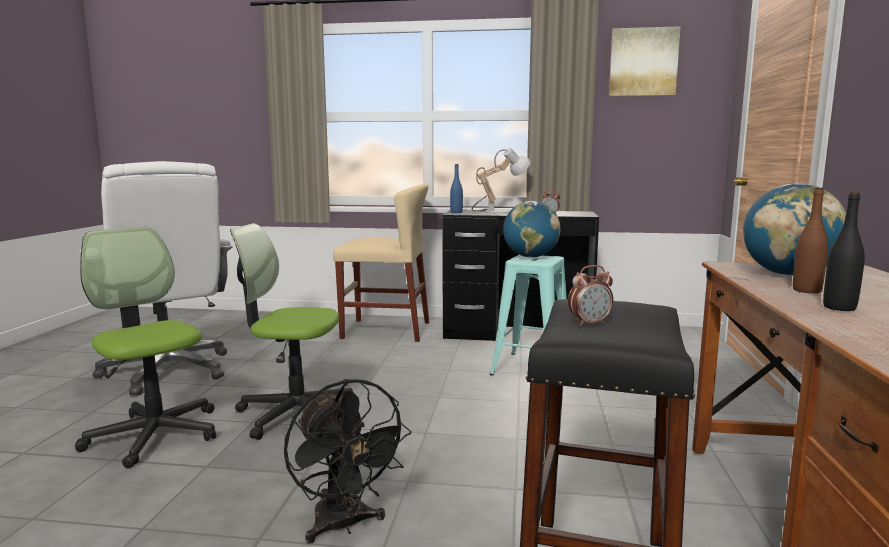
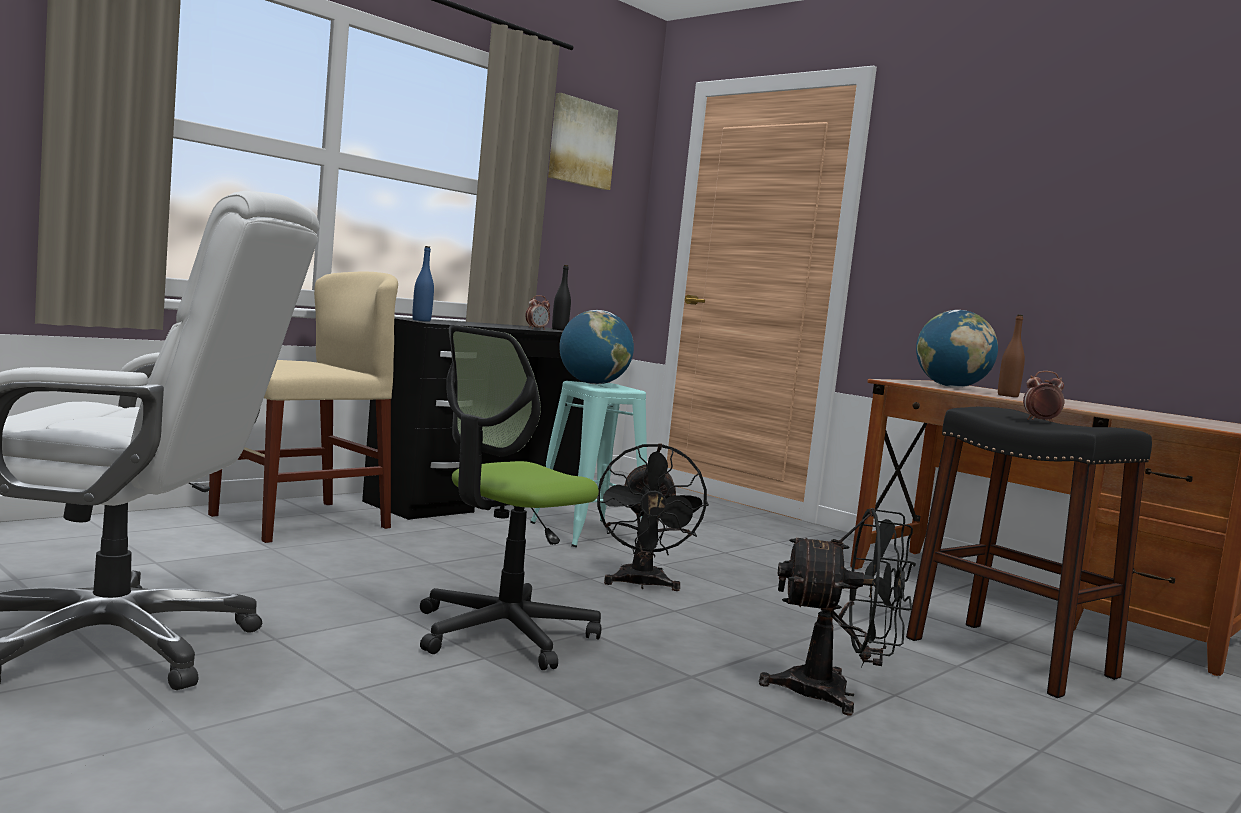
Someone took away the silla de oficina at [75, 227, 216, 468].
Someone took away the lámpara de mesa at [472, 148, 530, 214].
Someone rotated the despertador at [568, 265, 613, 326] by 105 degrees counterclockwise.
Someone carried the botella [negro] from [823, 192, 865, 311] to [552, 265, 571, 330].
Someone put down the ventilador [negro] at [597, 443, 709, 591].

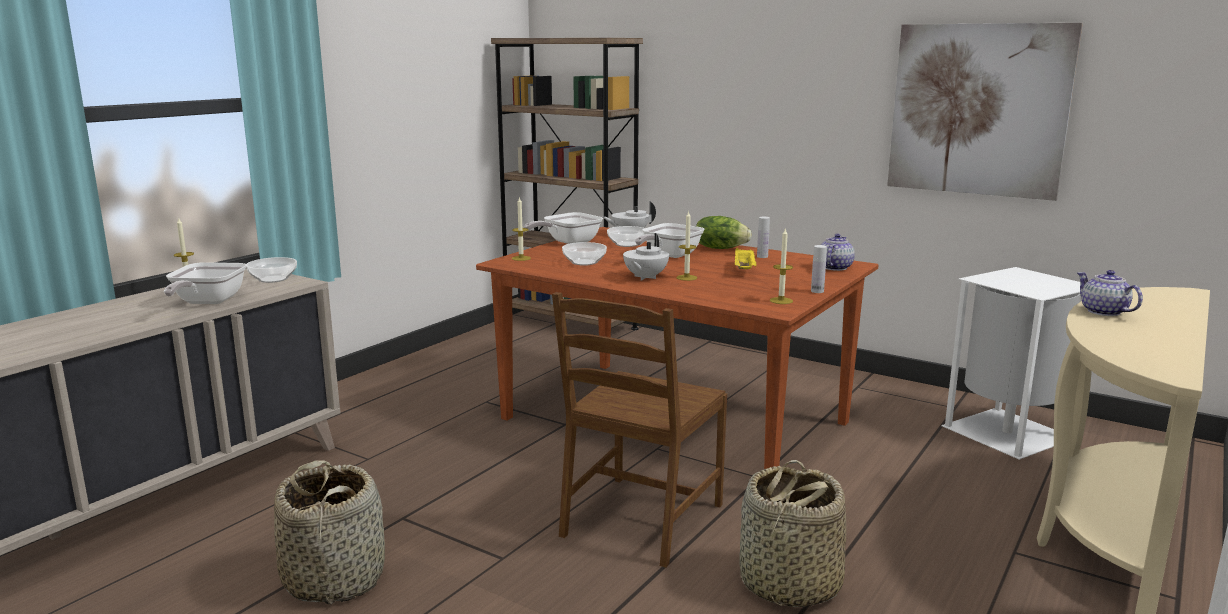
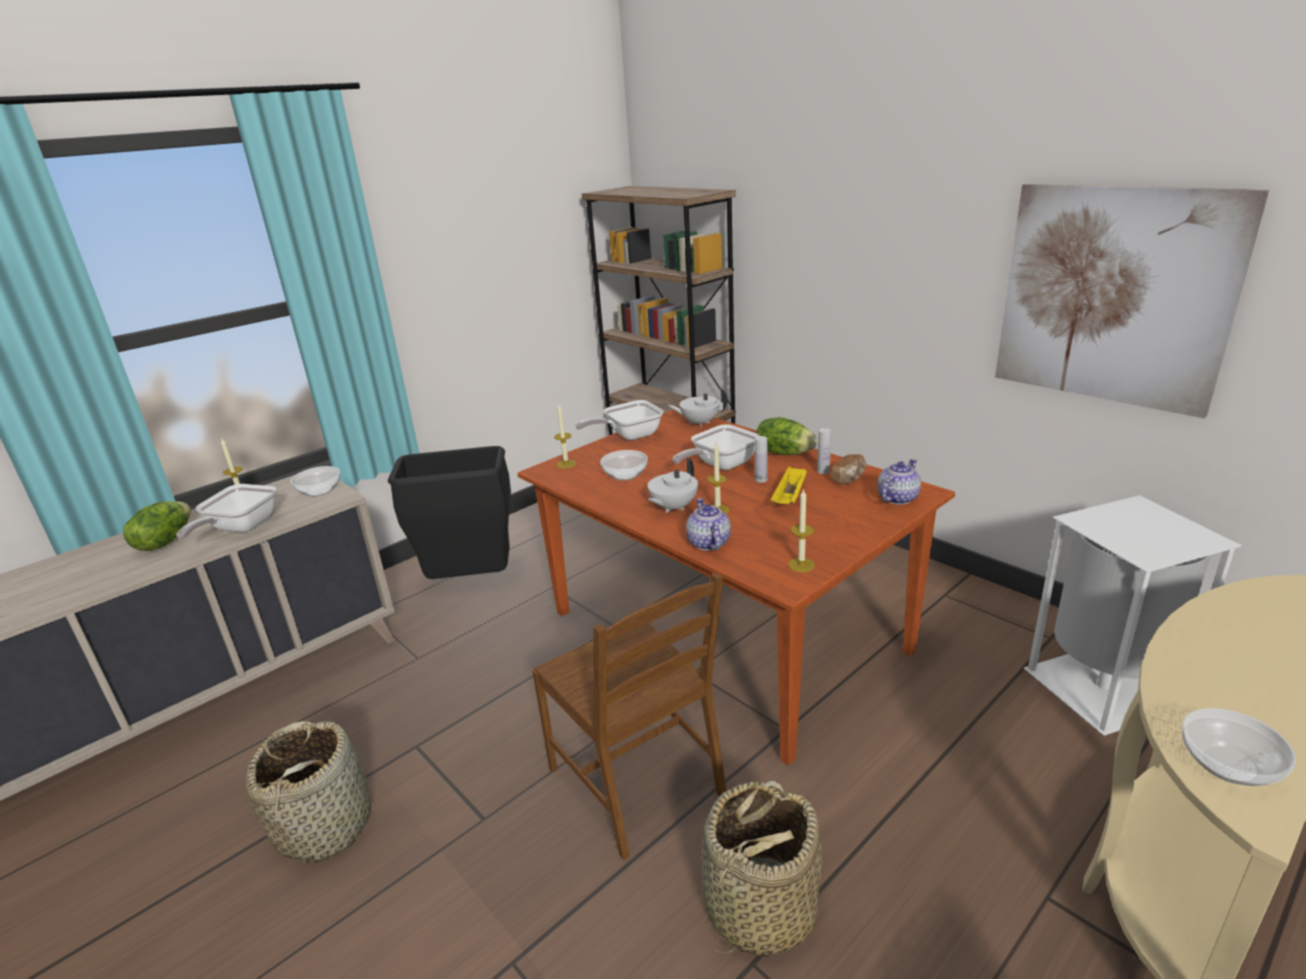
Someone rotated the silla [marrón] at [552, 292, 727, 568] by 75 degrees counterclockwise.
Someone carried the cuenco from [607, 226, 645, 247] to [1182, 708, 1296, 786].
Someone carried the botella [blanco] from [811, 245, 827, 293] to [755, 436, 768, 483].
Someone carried the tetera from [1077, 270, 1143, 316] to [686, 498, 731, 551].
Someone put down the lechuga at [123, 501, 191, 551].
Someone put down the papelera [negro] at [388, 446, 511, 579].
Someone put down the pan at [831, 454, 867, 485].

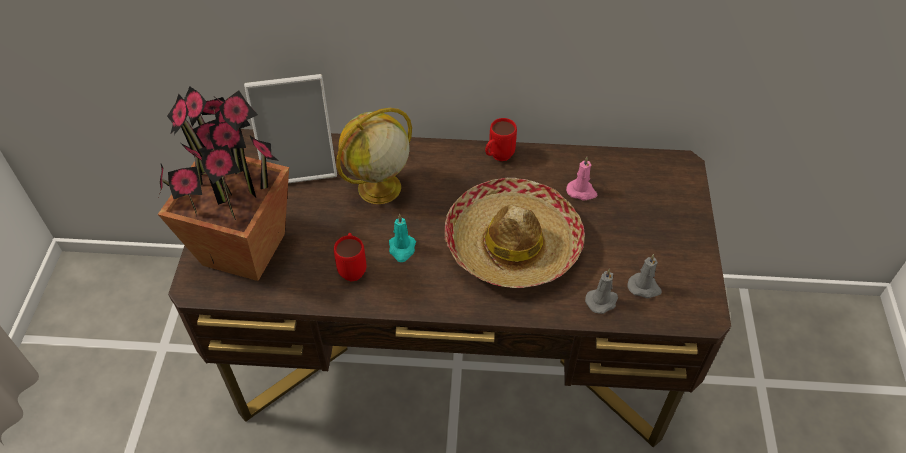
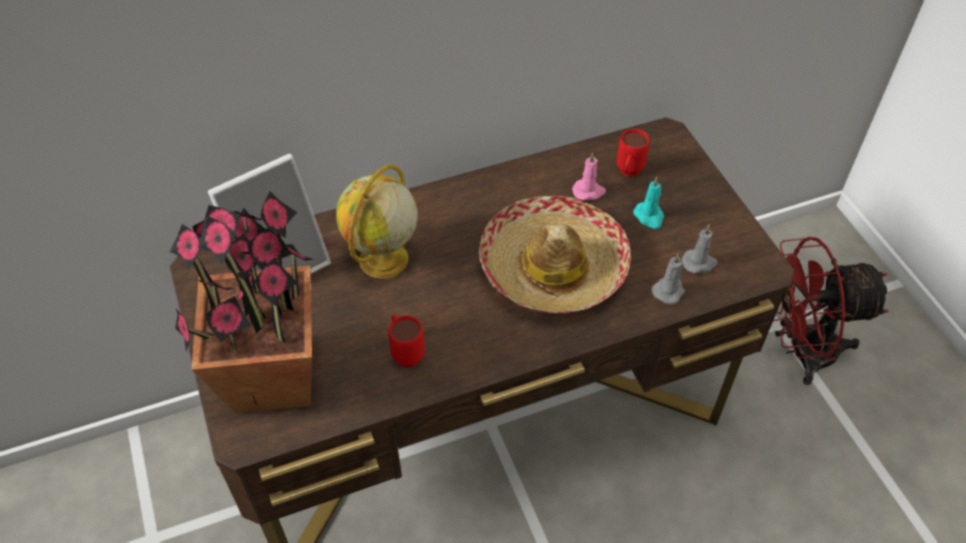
Someone carried the vela [turquesa] from [389, 214, 416, 262] to [633, 177, 664, 229].
Someone carried the taza grande [rojo] from [485, 118, 517, 161] to [617, 129, 650, 176].
Someone put down the ventilador [rojo] at [773, 237, 889, 385].

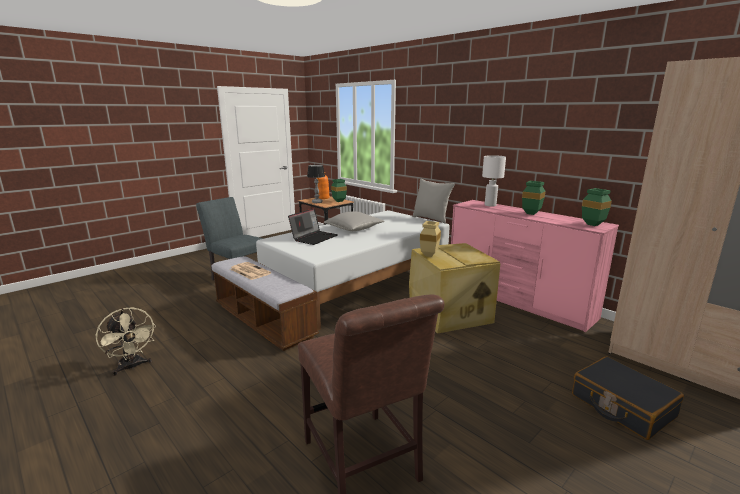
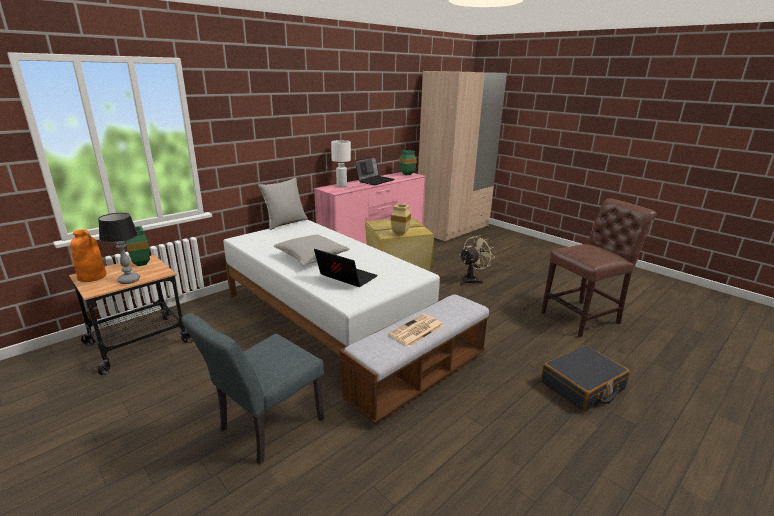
Someone carried the ventilador [beis] from [96, 307, 156, 376] to [459, 235, 495, 285].
Someone swapped the florero [verde] at [522, 181, 545, 215] for the portátil at [355, 156, 394, 185].
Someone carried the maleta [negro] from [572, 356, 684, 440] to [541, 345, 630, 412].

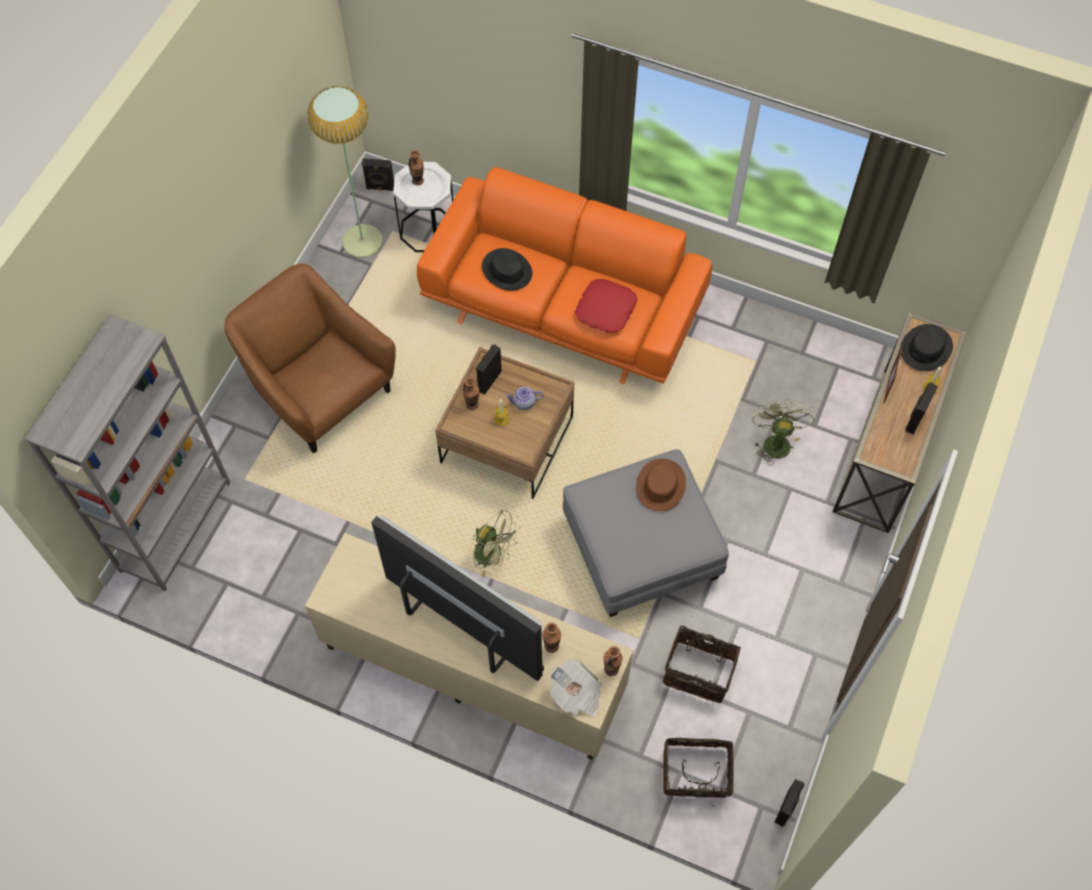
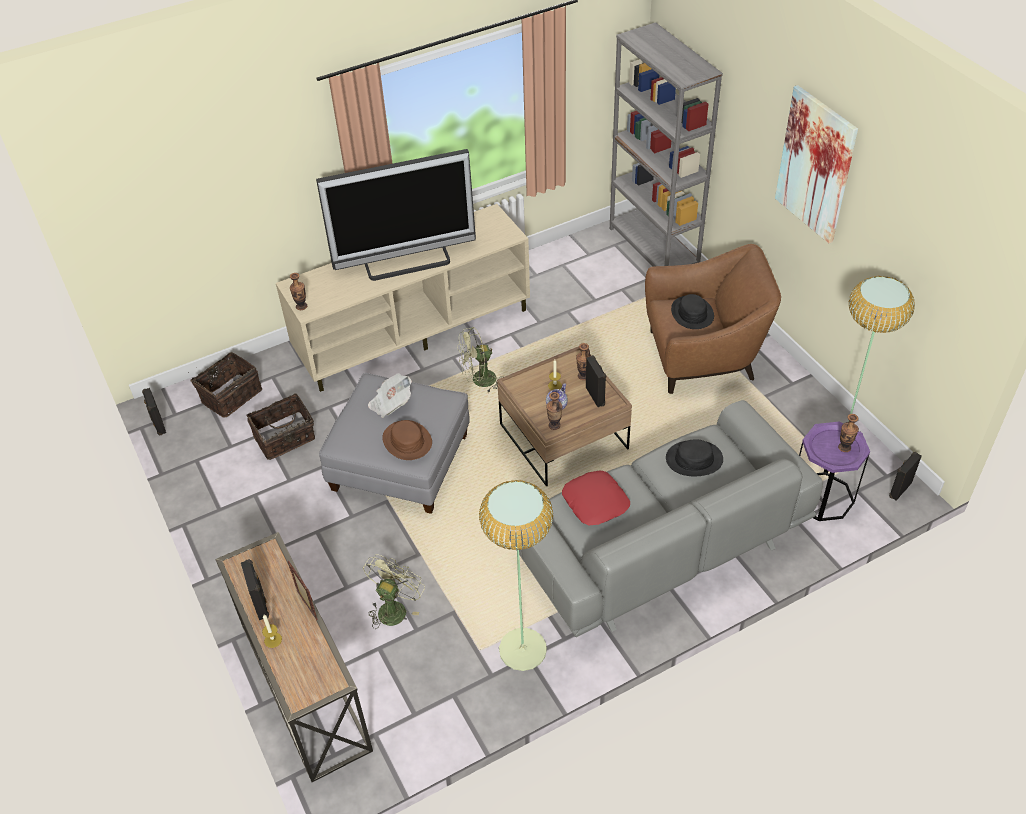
Someone repainted the mesa auxiliar [blanco] at [393, 162, 453, 252], which became the mesa auxiliar [morado] at [799, 421, 870, 521].
Someone repainted the sofá [naranja] at [417, 167, 712, 384], which became the sofá [gris] at [510, 400, 823, 637].
Someone carried the florero from [542, 622, 561, 653] to [546, 392, 562, 430].
Someone carried the periódico from [550, 659, 602, 716] to [368, 373, 412, 418].
Someone rotated the ventilador [verde] at [752, 399, 814, 466] by 105 degrees counterclockwise.
Someone carried the sombrero [negro] from [900, 324, 953, 371] to [671, 294, 714, 329].
Someone put down the lámpara de pie at [479, 480, 553, 671].
Someone put up the cuadro at [775, 85, 858, 243].

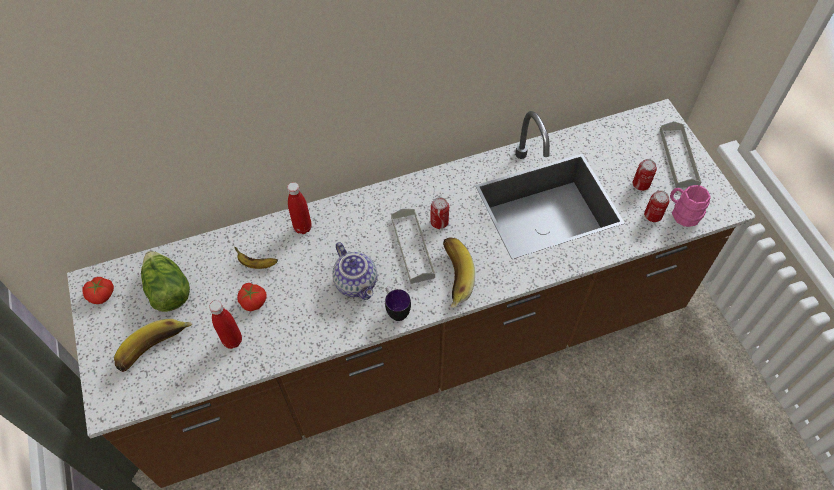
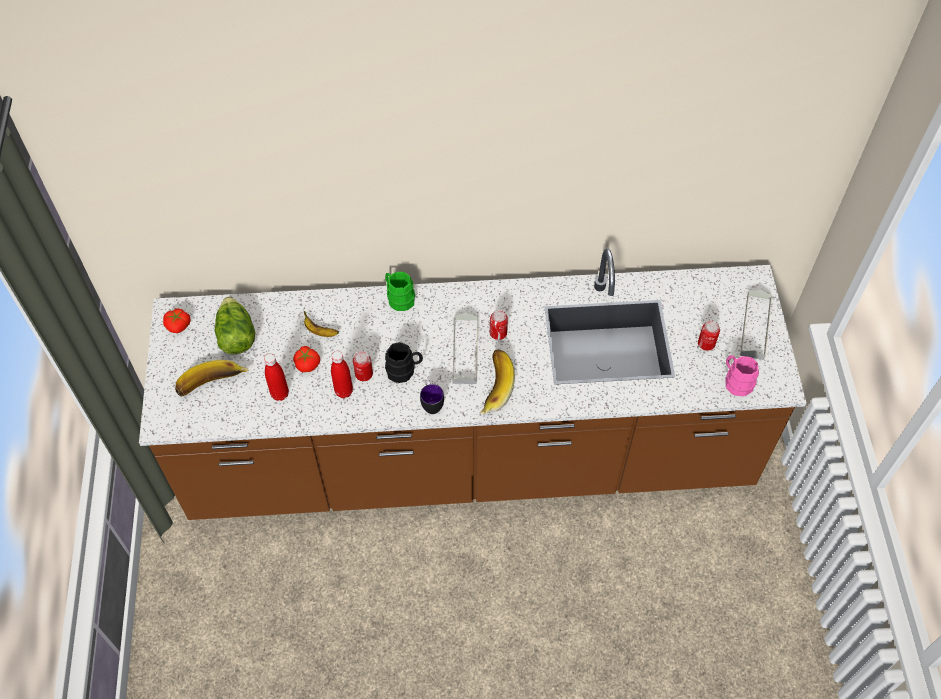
Someone carried the botella [rojo] from [287, 182, 312, 234] to [331, 351, 353, 398].
Someone swapped the tetera at [332, 242, 377, 300] for the taza grande [negro] at [385, 342, 423, 383].
Someone carried the lata from [644, 190, 670, 222] to [353, 351, 373, 381].
Someone put down the taza grande [verde] at [385, 272, 415, 311].

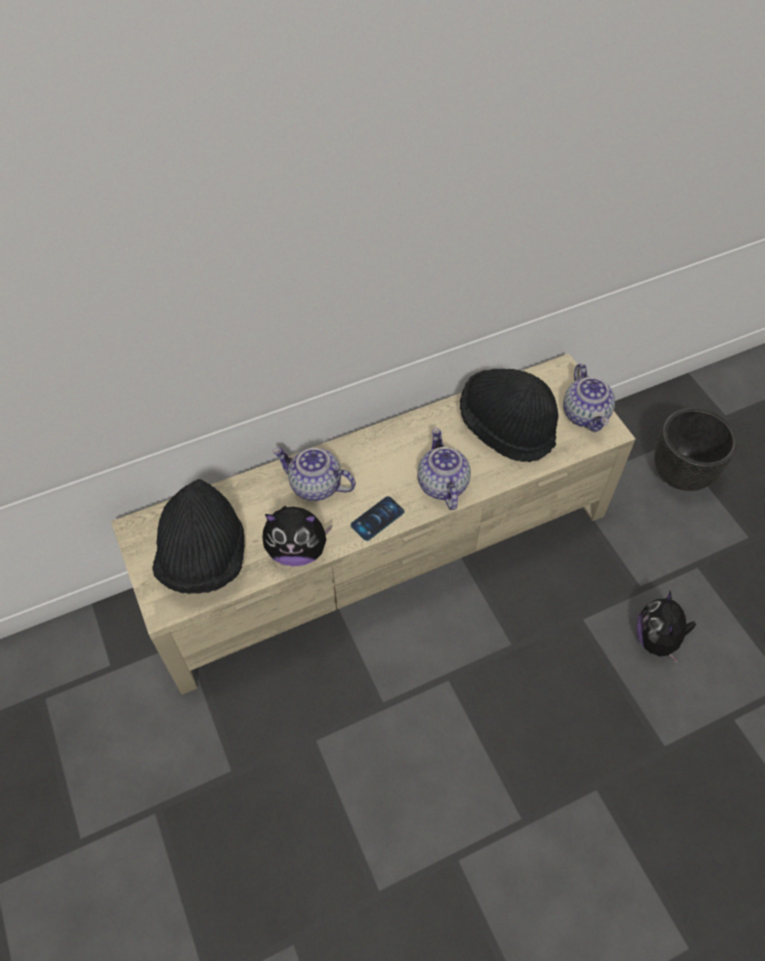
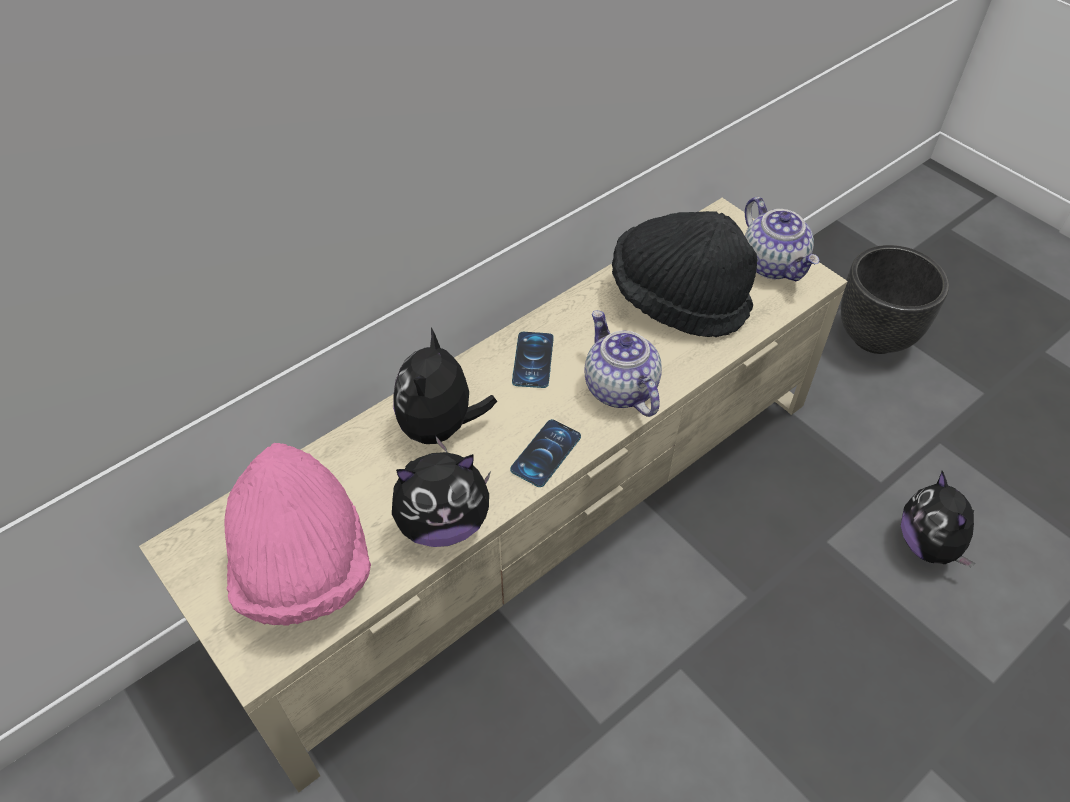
Someone repainted the sombrero [negro] at [152, 479, 245, 594], which became the sombrero [rosa] at [224, 443, 371, 626].
Someone swapped the tetera at [273, 448, 356, 501] for the peluche at [393, 328, 497, 453].
Someone put down the móvil at [512, 332, 554, 388].

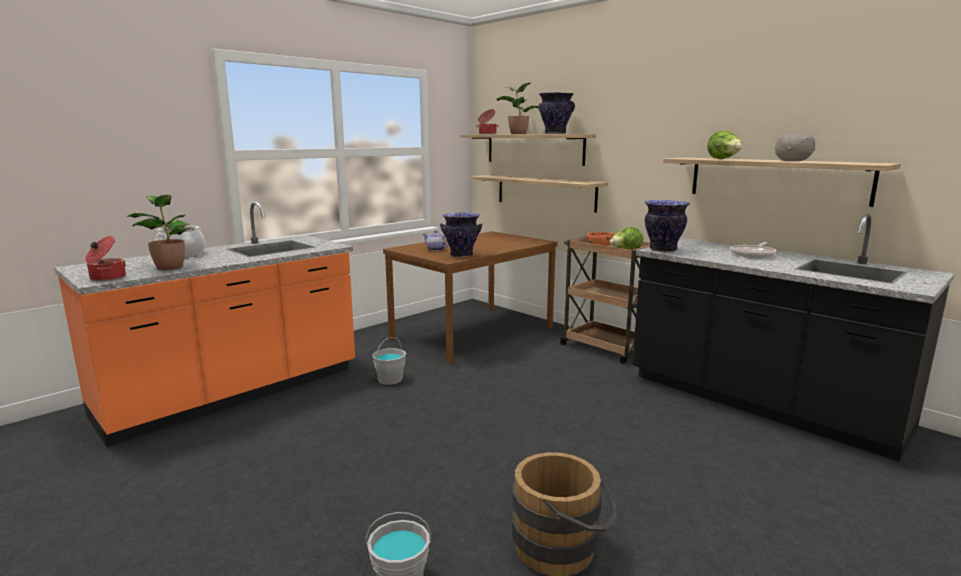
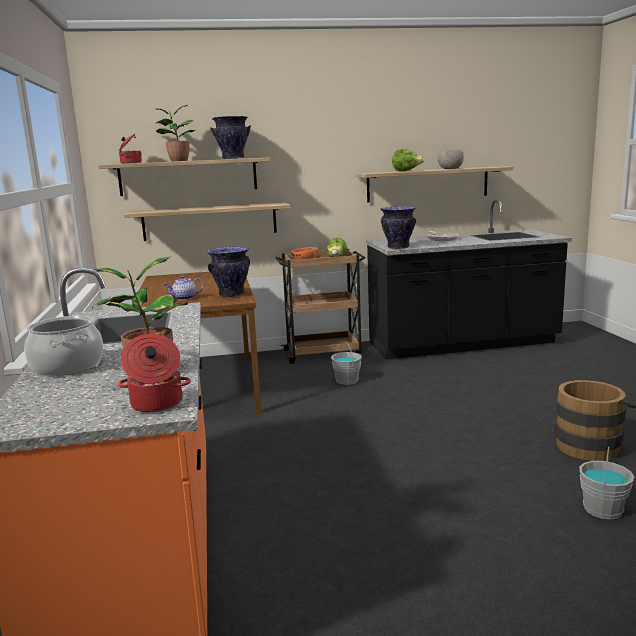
Someone carried the cubo [gris] from [372, 337, 406, 385] to [331, 341, 362, 385].

